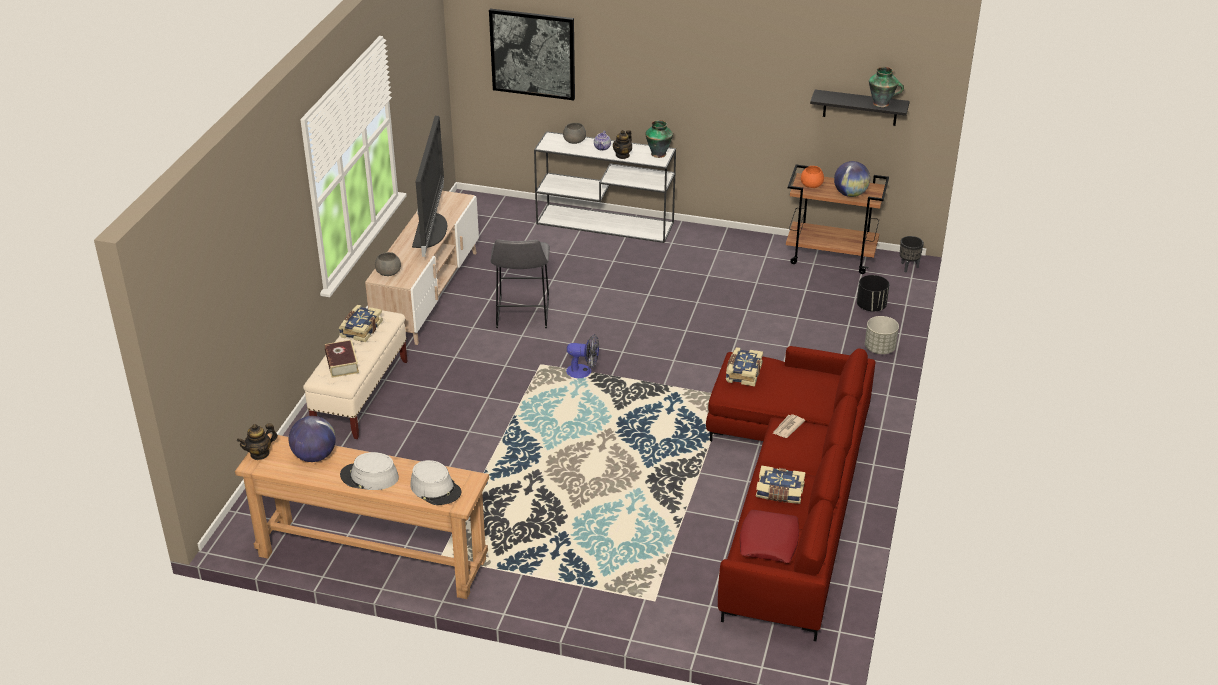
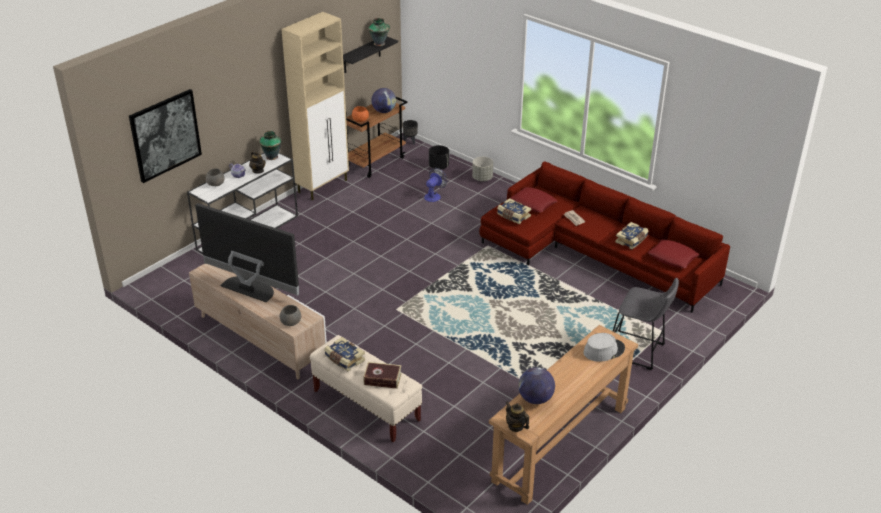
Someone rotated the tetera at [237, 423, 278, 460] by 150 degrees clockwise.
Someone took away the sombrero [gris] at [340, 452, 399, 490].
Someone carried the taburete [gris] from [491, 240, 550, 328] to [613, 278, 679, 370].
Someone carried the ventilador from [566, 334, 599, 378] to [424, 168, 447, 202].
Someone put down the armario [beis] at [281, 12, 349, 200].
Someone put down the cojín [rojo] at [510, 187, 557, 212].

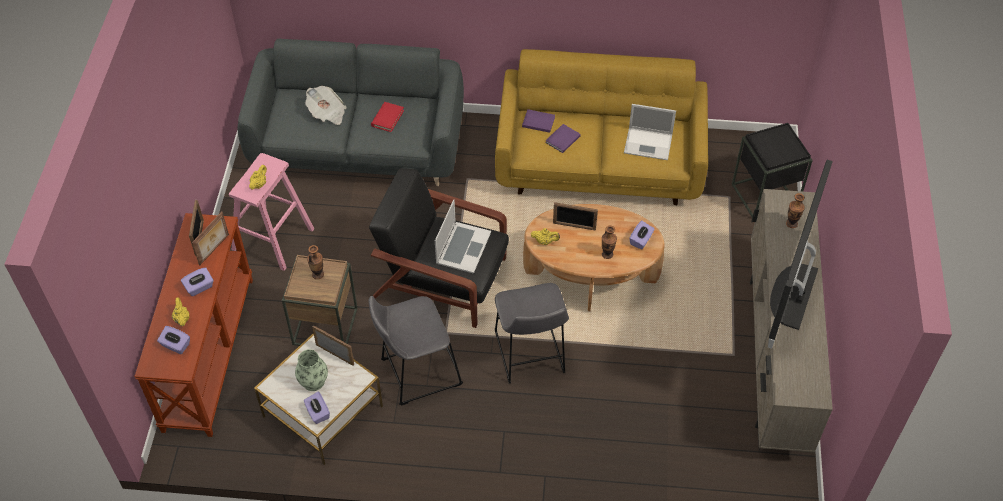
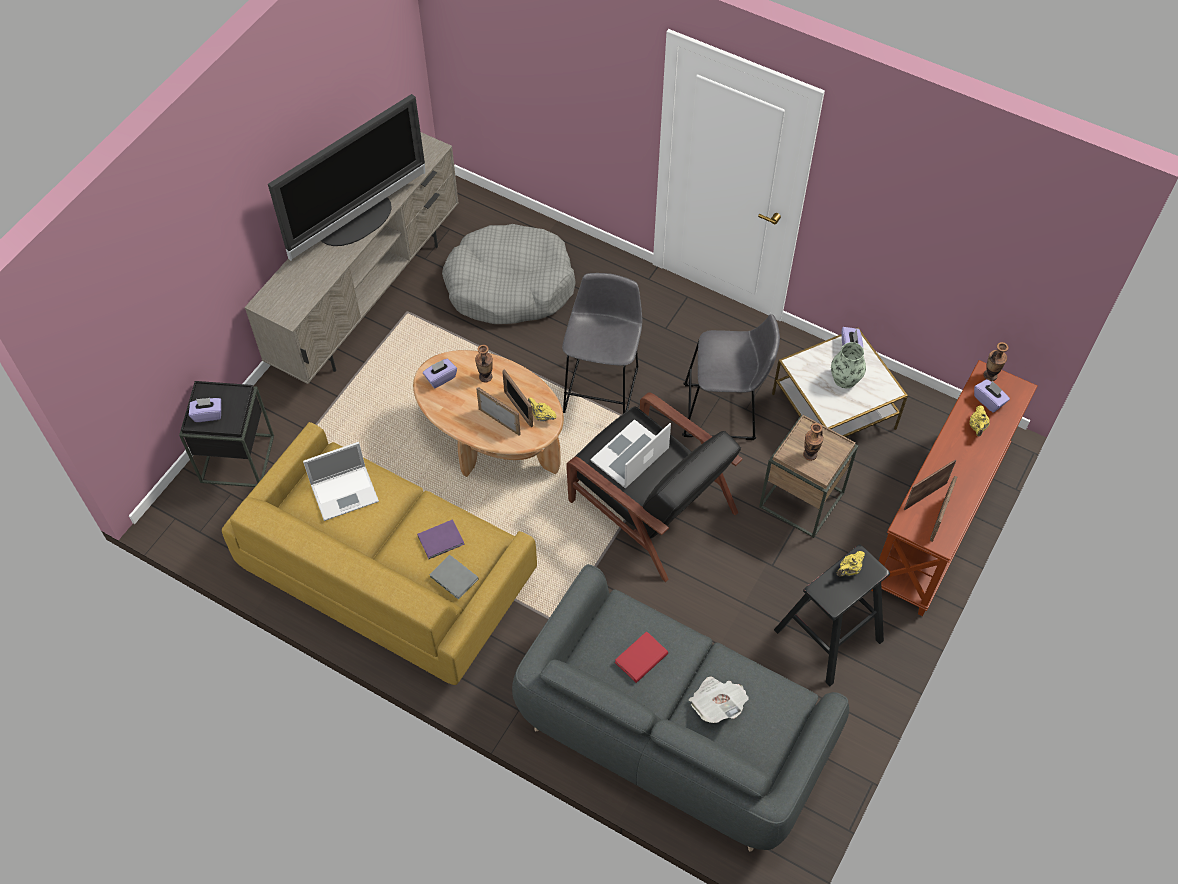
Someone carried the caja de pañuelos [morado] from [181, 267, 214, 296] to [189, 398, 221, 422].
Someone repainted the taburete [rosa] at [229, 153, 315, 271], which became the taburete [negro] at [774, 544, 890, 687].
Someone carried the portarretratos from [312, 325, 354, 366] to [502, 369, 533, 427].
Someone repainted the libro [morado] at [522, 109, 555, 133], which became the libro [gris] at [429, 555, 479, 600].
Someone rotated the portátil at [624, 104, 676, 160] by 120 degrees clockwise.
Someone carried the florero from [786, 193, 805, 228] to [983, 342, 1009, 381].
Someone put down the cama para perro [gris] at [442, 224, 576, 324].

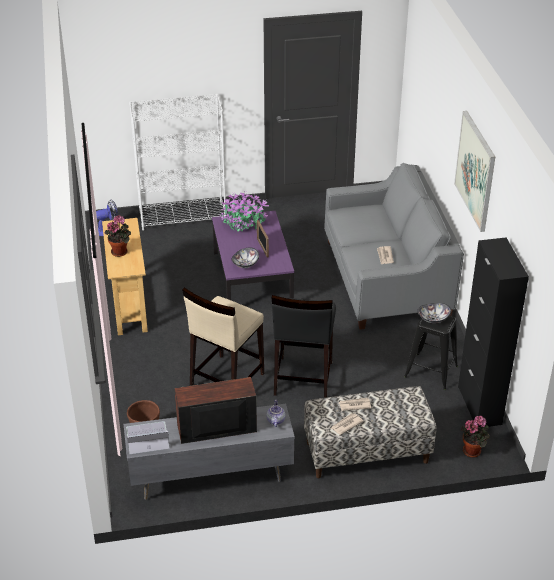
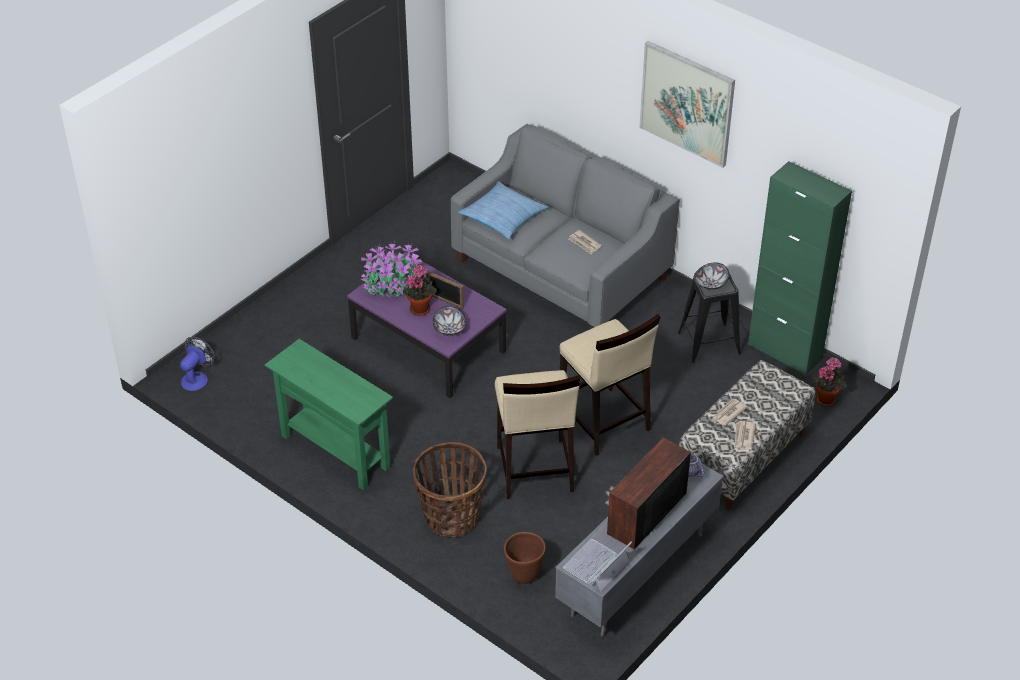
Someone repainted the mesa consola [beis] at [102, 218, 148, 335], which became the mesa consola [verde] at [265, 339, 393, 491].
Someone carried the planta en maceta from [105, 215, 131, 257] to [403, 265, 437, 316].
Someone took away the estantería [blanco] at [129, 94, 226, 231].
Someone repainted the taburete [negro] at [272, 295, 336, 398], which became the taburete [beis] at [560, 314, 660, 456].
Someone repainted the armario [negro] at [458, 238, 529, 427], which became the armario [verde] at [748, 161, 852, 376].
Someone put down the cesta at [413, 442, 487, 537].
Someone put down the cojín at [458, 181, 549, 239].

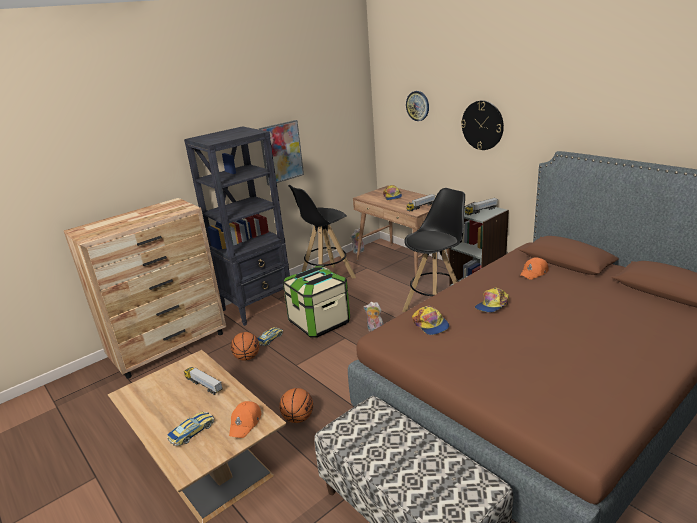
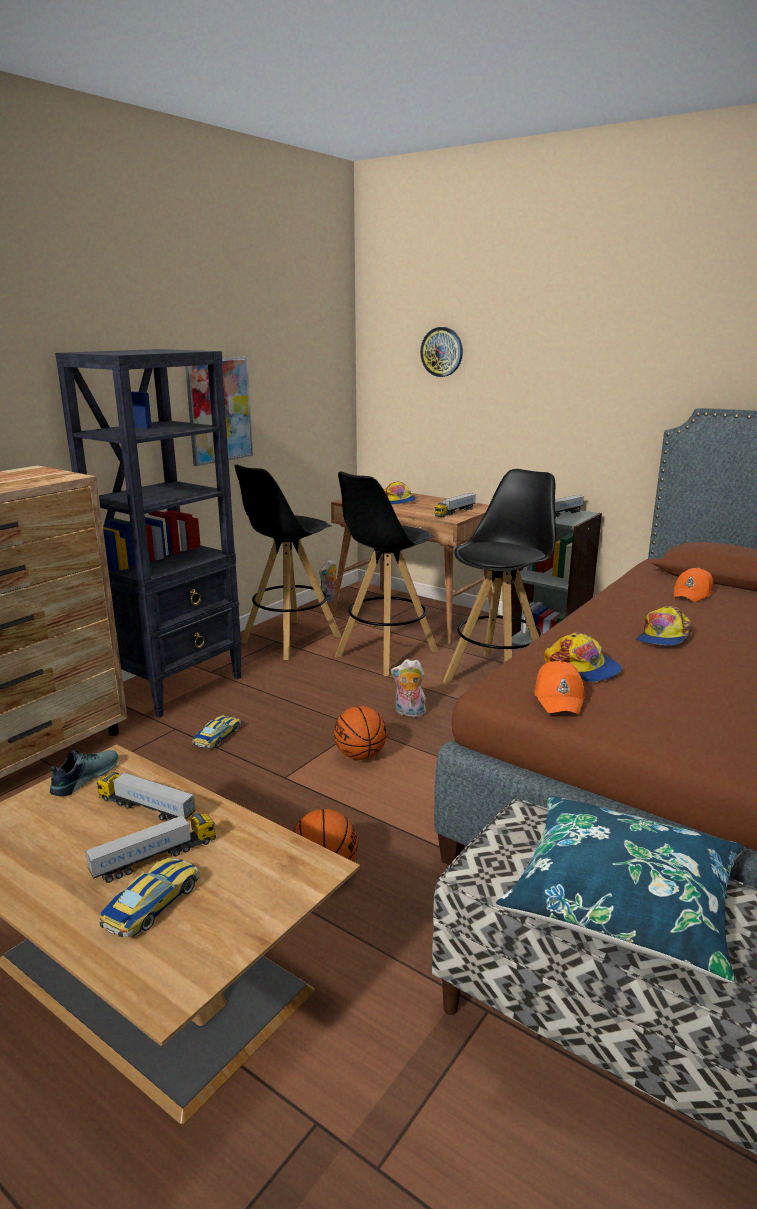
Someone carried the gorra [naranja] from [229, 401, 261, 438] to [534, 661, 585, 714].
Someone carried the balón de baloncesto from [231, 332, 259, 361] to [334, 706, 387, 760].
Someone took away the caja de almacenaje at [283, 266, 350, 338].
Someone took away the reloj de pared at [461, 101, 504, 150].
Someone put down the zapato at [50, 750, 119, 796].
Someone put down the camión de juguete at [85, 813, 216, 883].
Someone put down the taburete [negro] at [335, 471, 438, 676].
Someone put down the cojín [azul] at [496, 796, 744, 983].

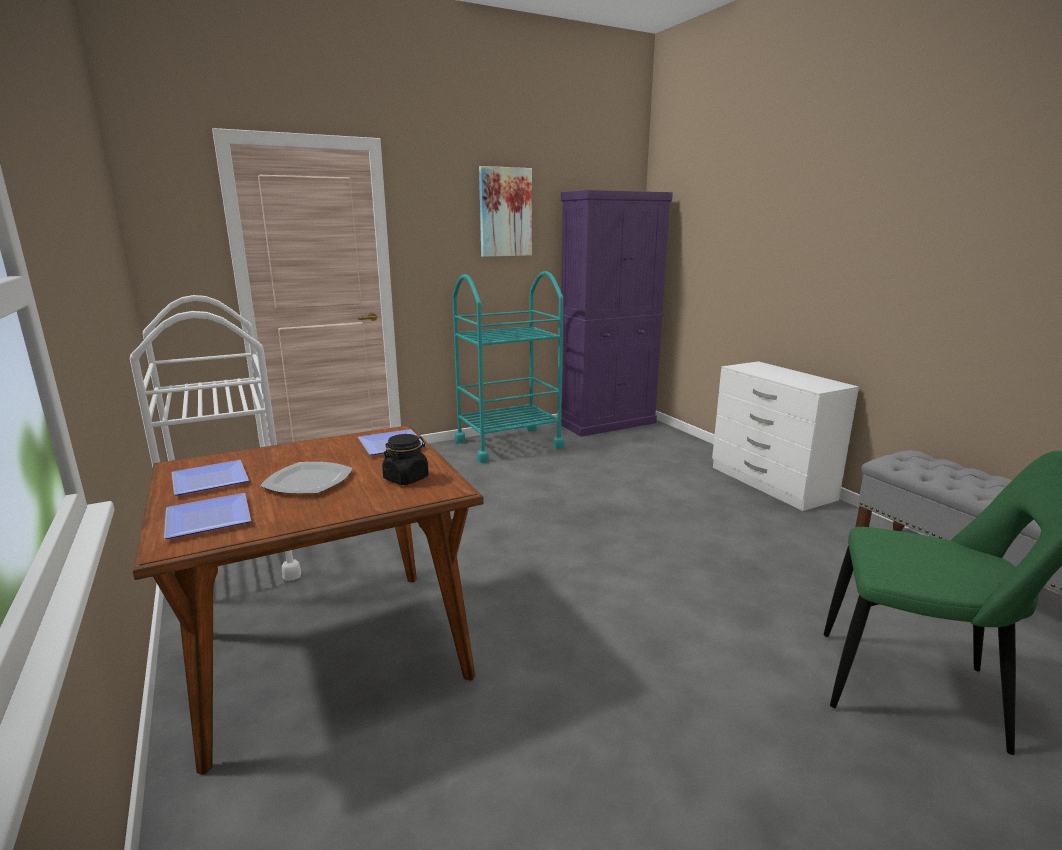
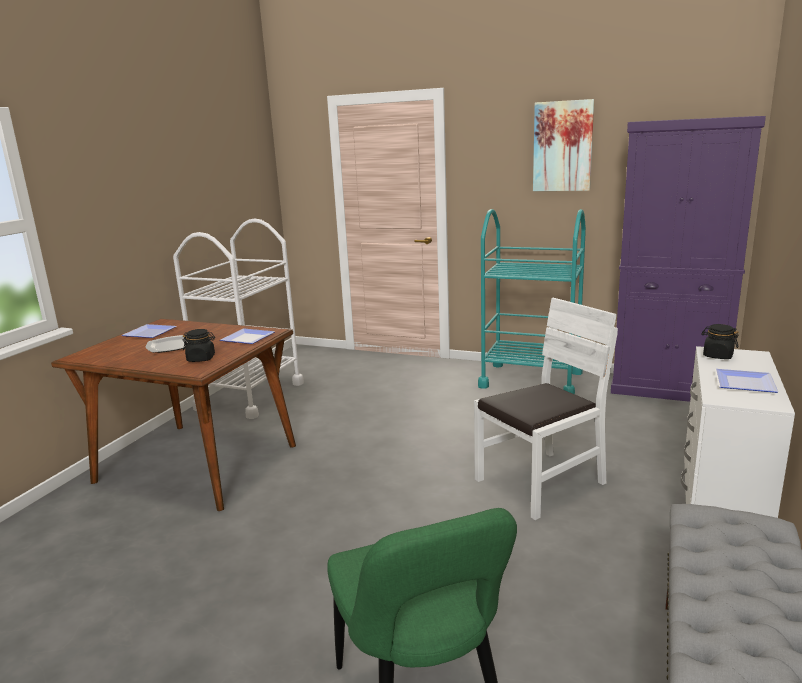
Someone carried the plato from [164, 493, 251, 539] to [715, 369, 778, 393].
Someone put down the silla [blanco] at [474, 298, 618, 520].
Someone put down the tarro [negro] at [701, 324, 739, 359].

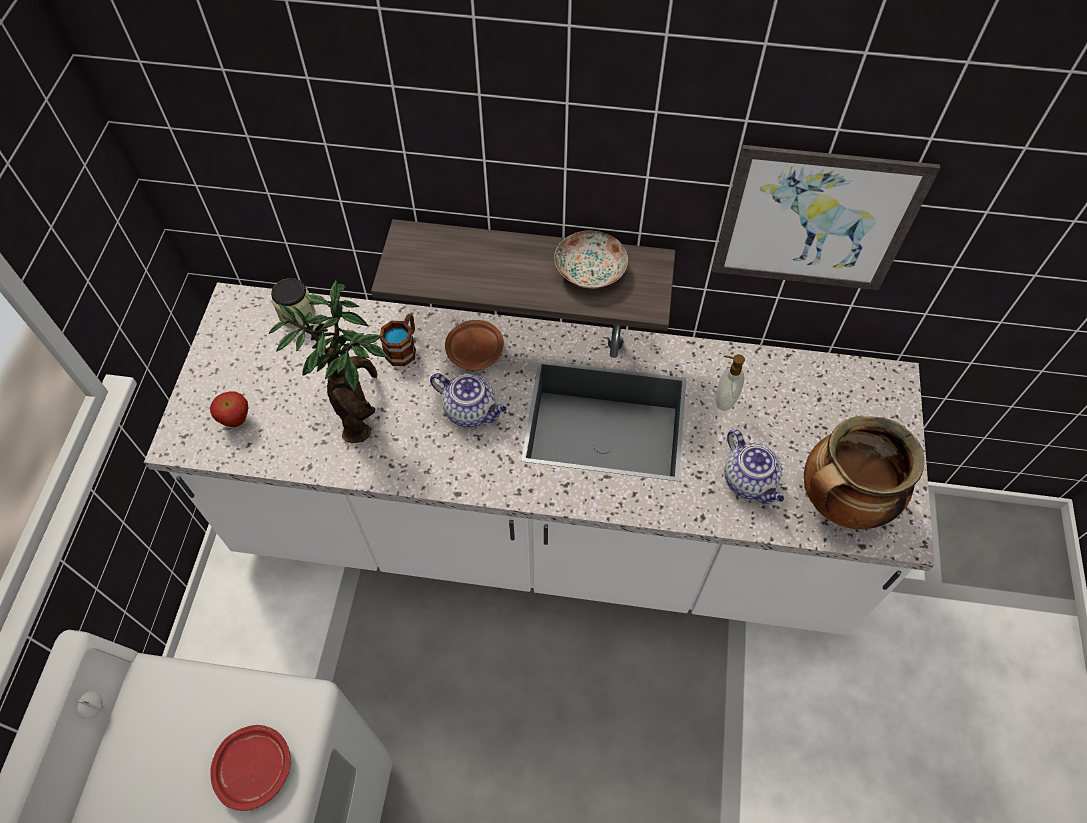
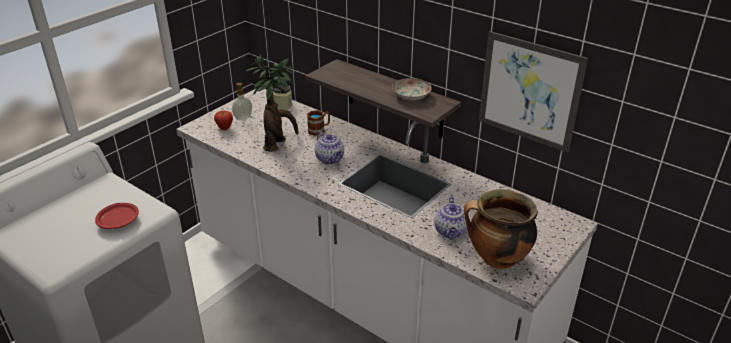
Someone took away the plato [marrón] at [445, 320, 504, 371].
Someone carried the dispensador de jabón from [715, 354, 745, 411] to [232, 83, 252, 120].

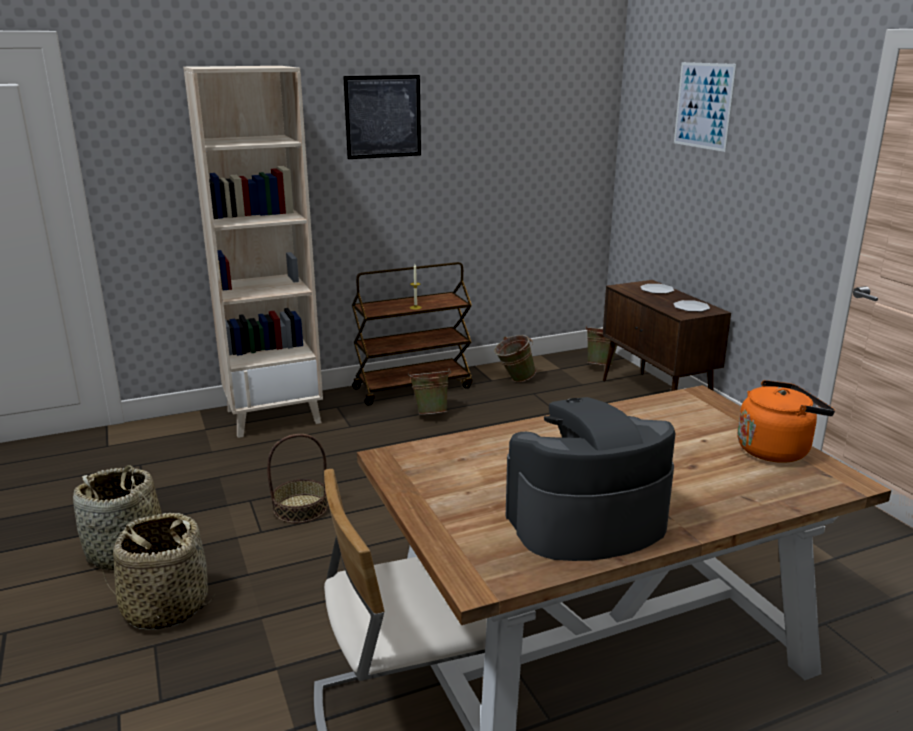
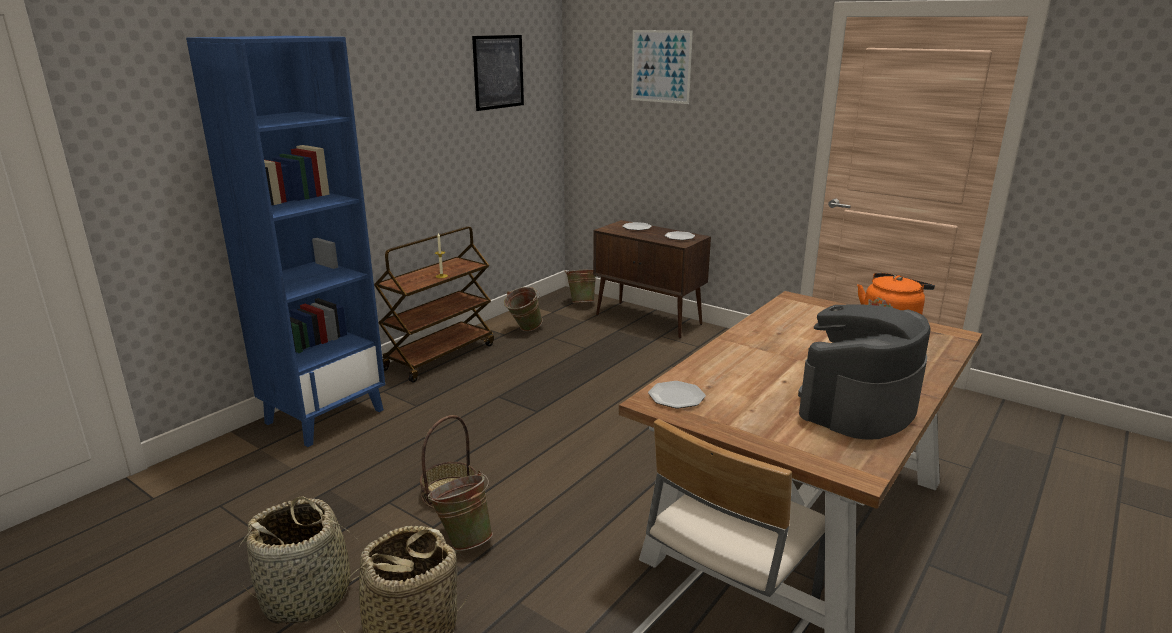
Someone repainted the estantería [beis] at [183, 66, 323, 438], which became the estantería [azul] at [186, 36, 385, 447].
Someone carried the cuadro from [343, 75, 421, 159] to [472, 35, 524, 111].
Someone carried the cubo [verde] from [408, 368, 451, 415] to [427, 471, 493, 551].
Someone put down the plato at [648, 381, 706, 408].

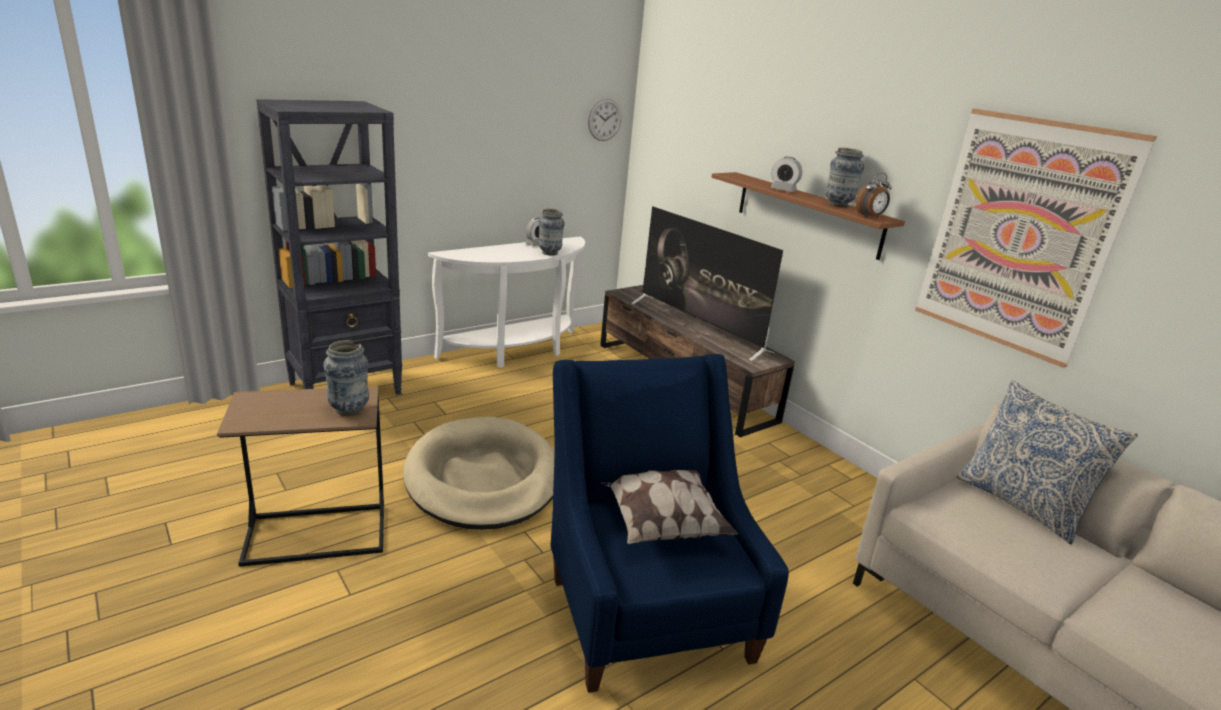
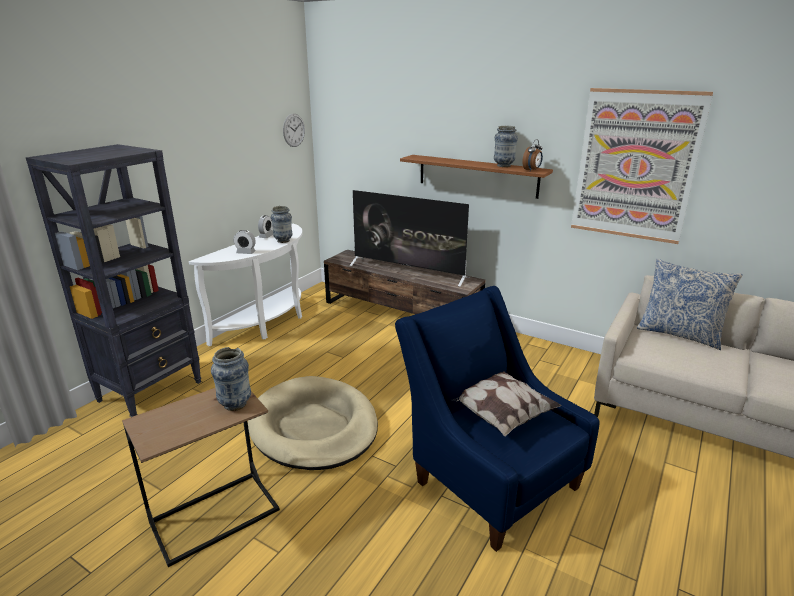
Someone carried the despertador from [770, 157, 802, 192] to [234, 230, 256, 254].

